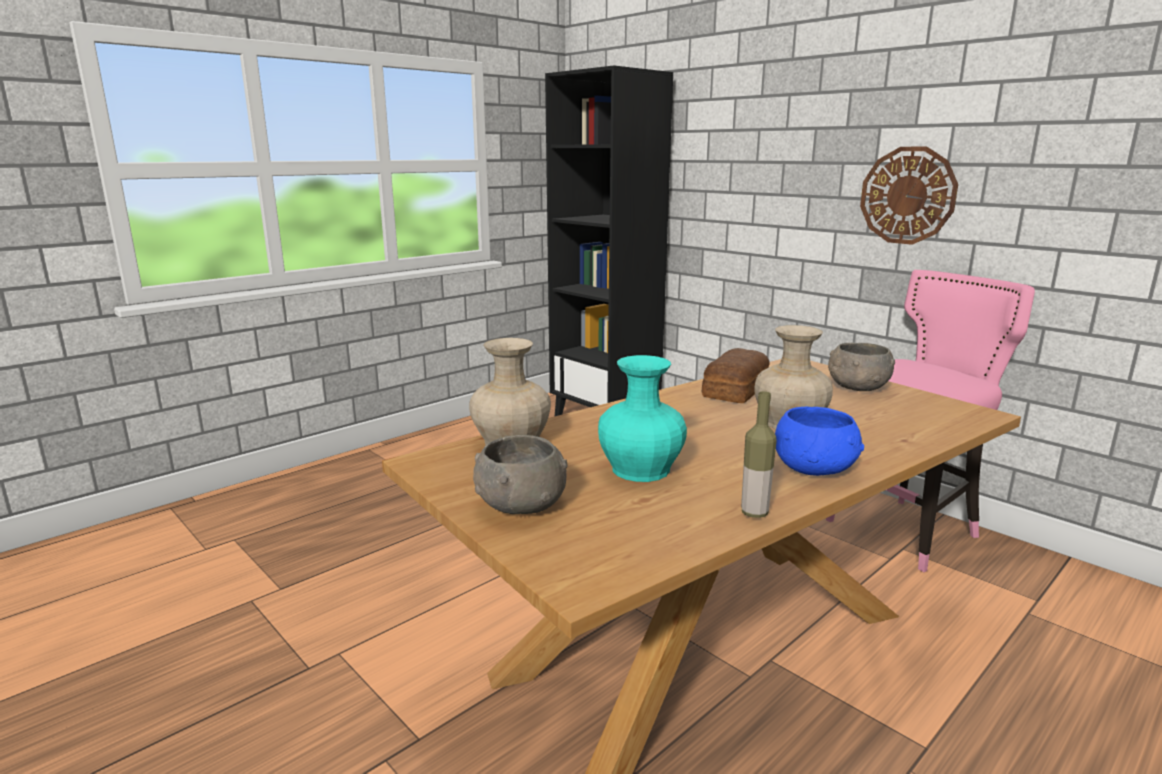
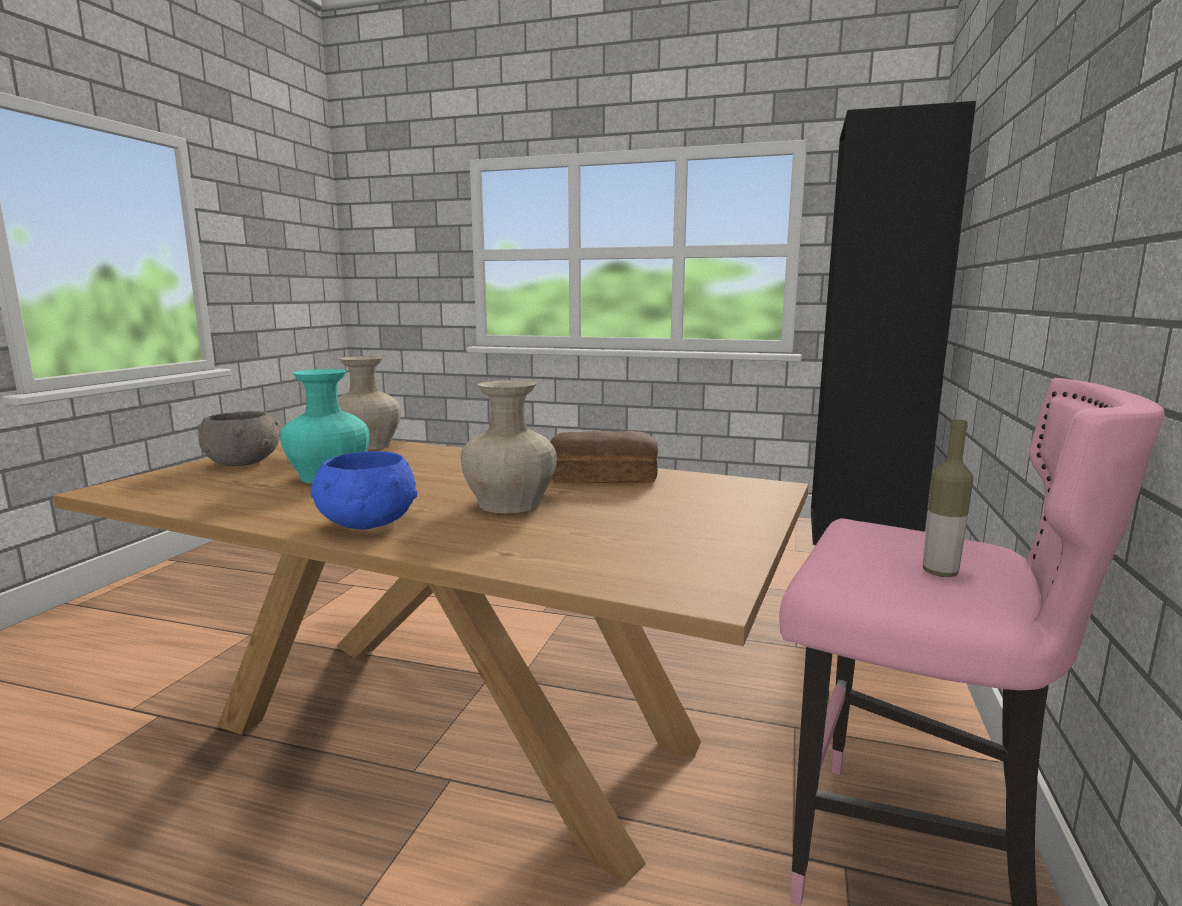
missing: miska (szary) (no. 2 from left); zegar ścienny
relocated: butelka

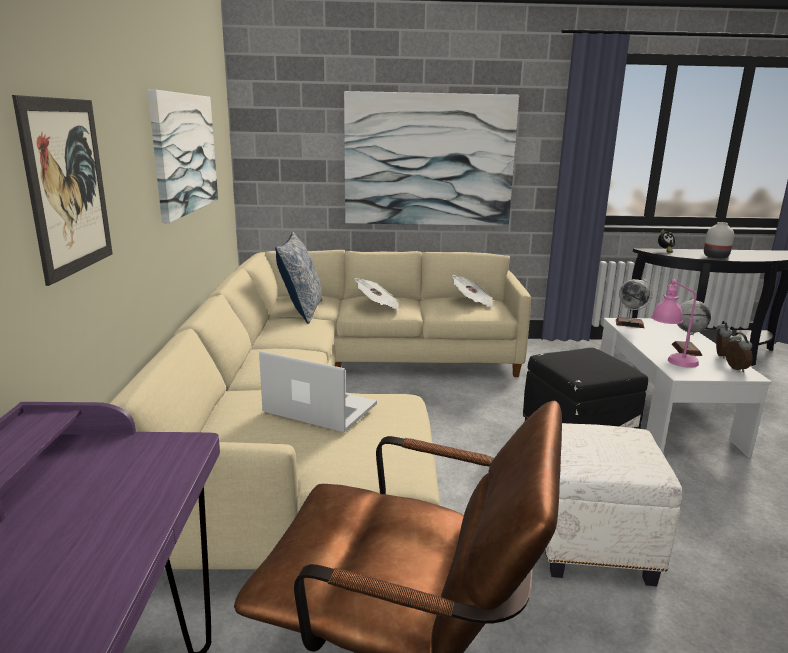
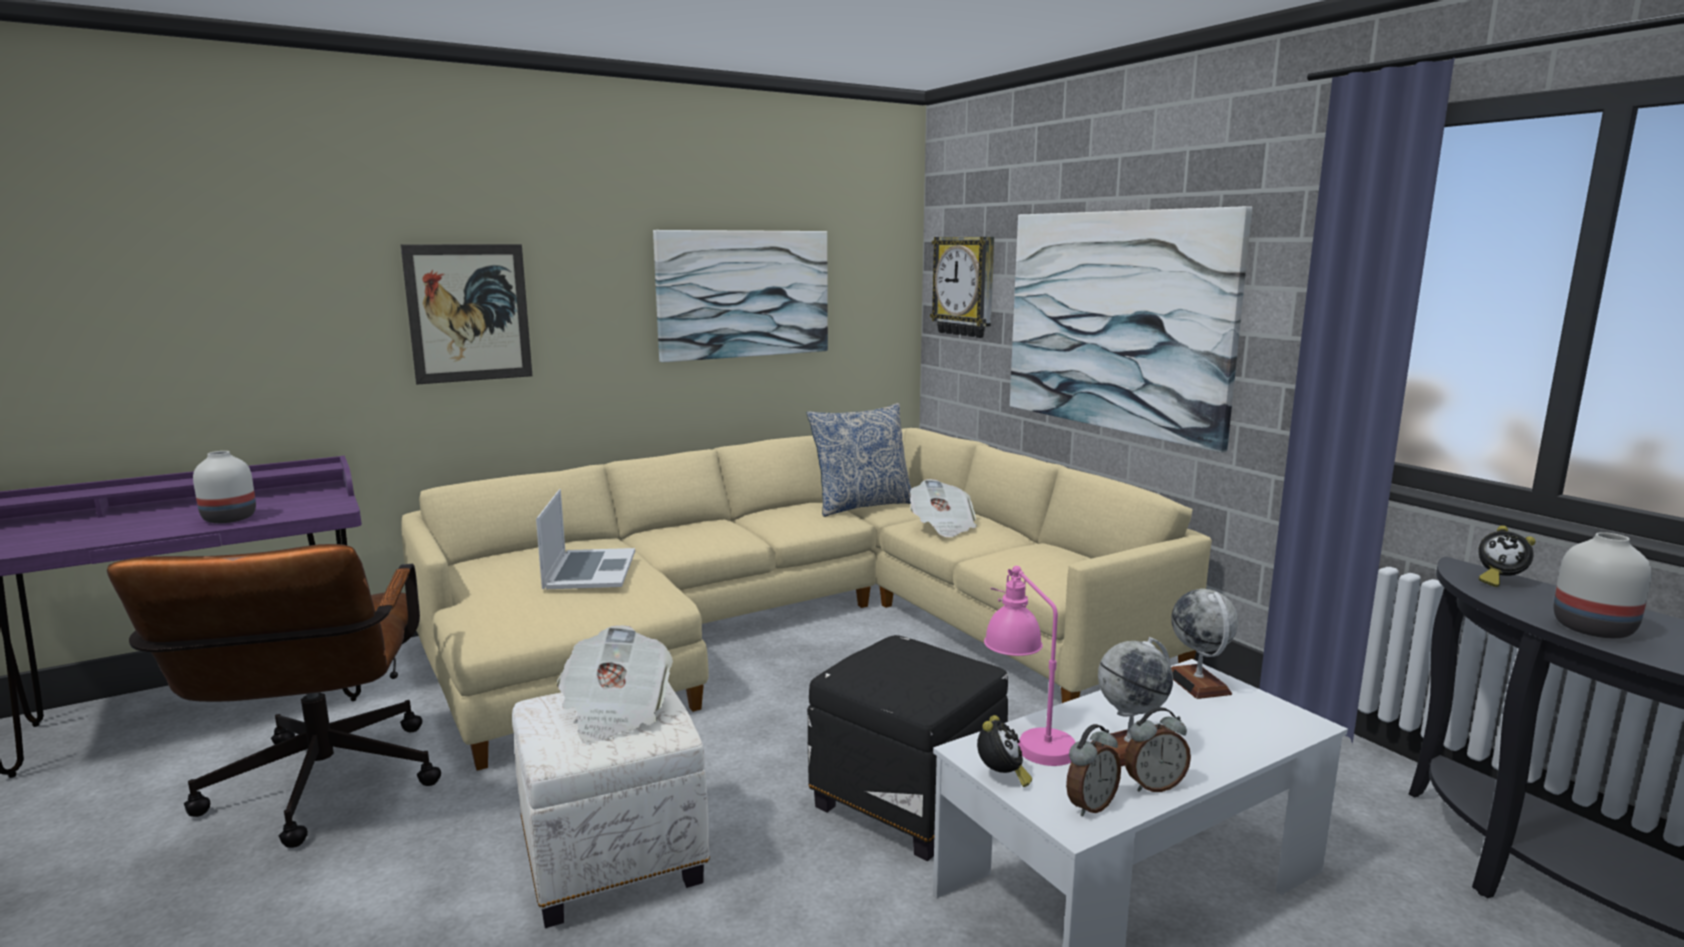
appeared: wazon (biały) (no. 1 from left); zegar ścienny; budzik (no. 1 from left)
relocated: gazeta (no. 2 from left in the first image) to gazeta (no. 1 from left)

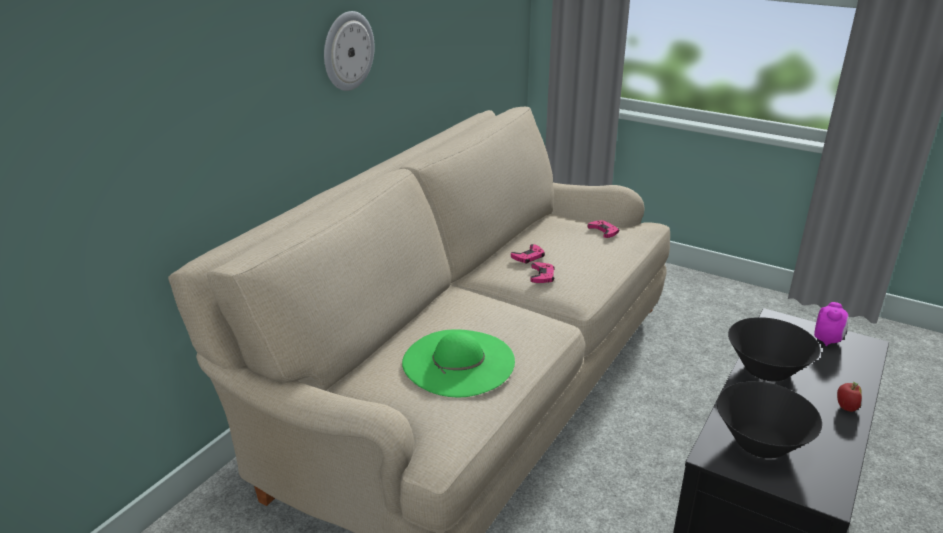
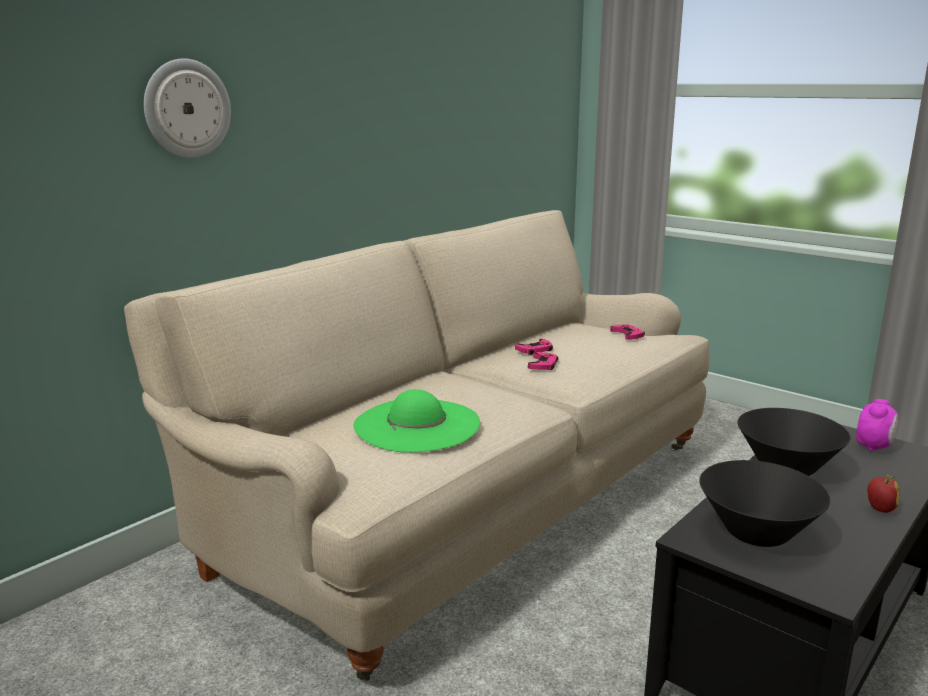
relocated: zegar ścienny

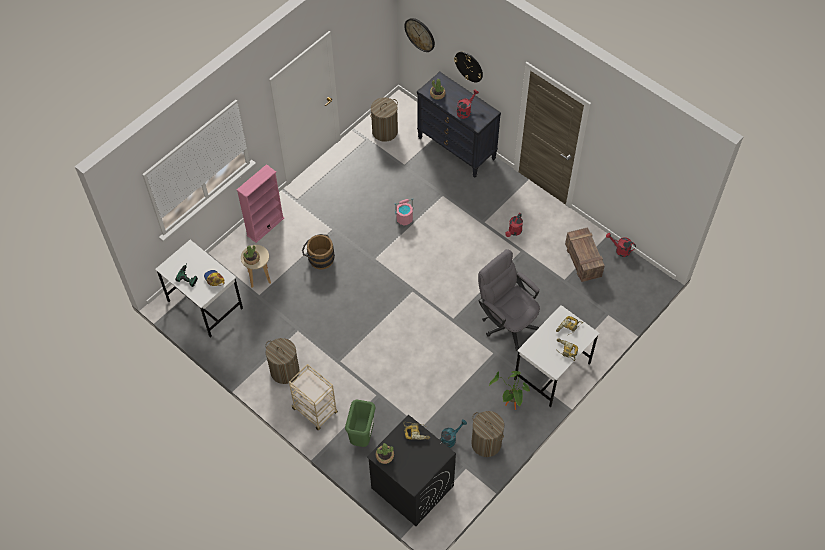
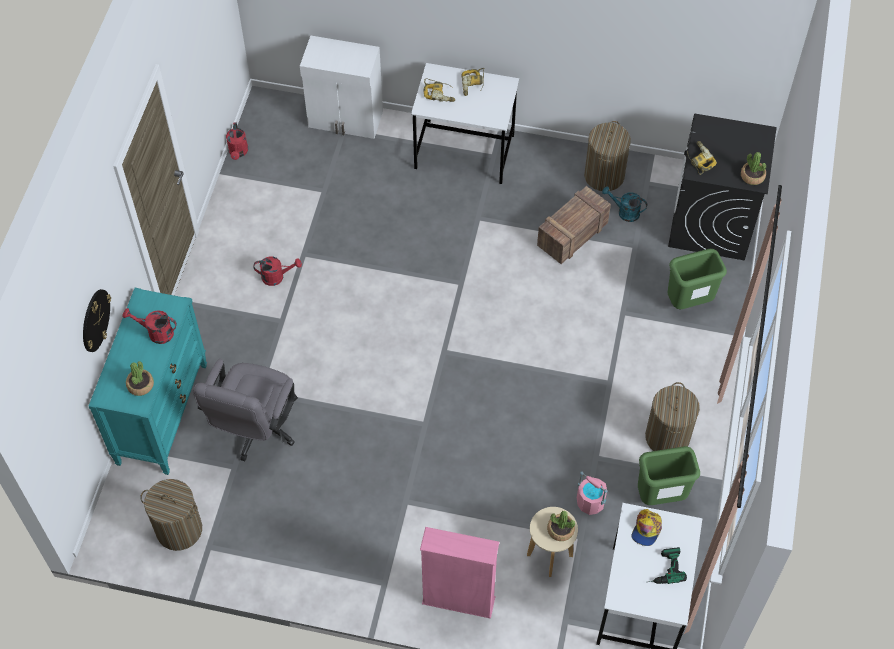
missing: wózek (beżowy); wiadro (brązowy); zegar ścienny (no. 1 from left); roślina doniczkowa (no. 4 from left)
appeared: szafka (biały); kosz na śmieci (zielony) (no. 1 from left)
relocated: wiadro (różowy); krzesło biurowe (szary); skrzynka
colour: komoda (czarny) to komoda (turkusowy)

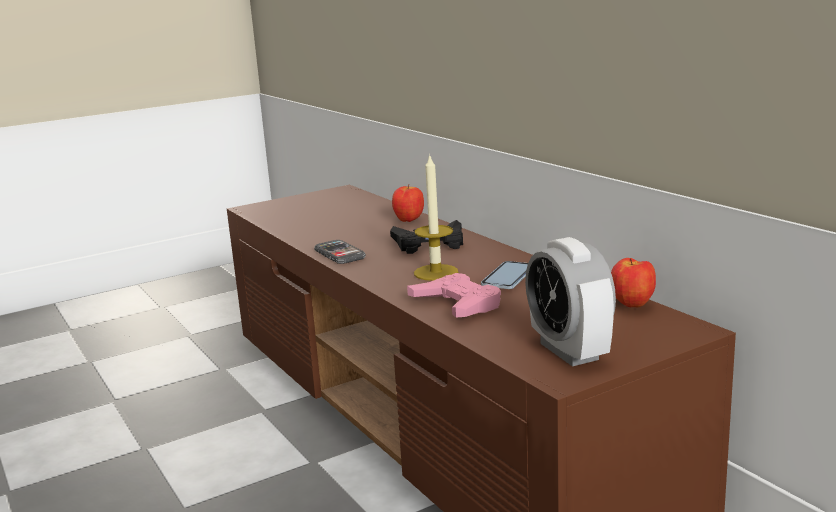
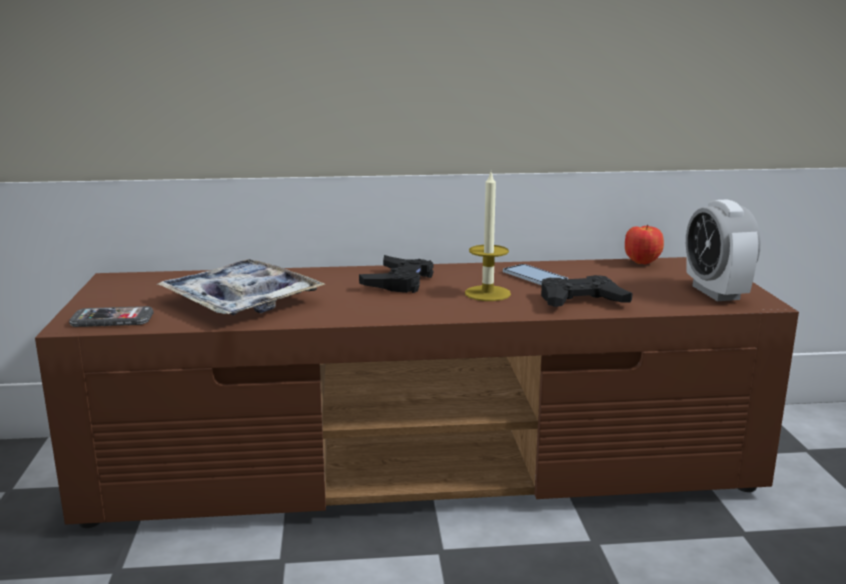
missing: jabłko (no. 1 from left)
appeared: taca
relocated: telefon (no. 1 from left)
colour: pad do gier (różowy) to pad do gier (czarny) (no. 2 from left)
spun: budzik 75 degrees clockwise

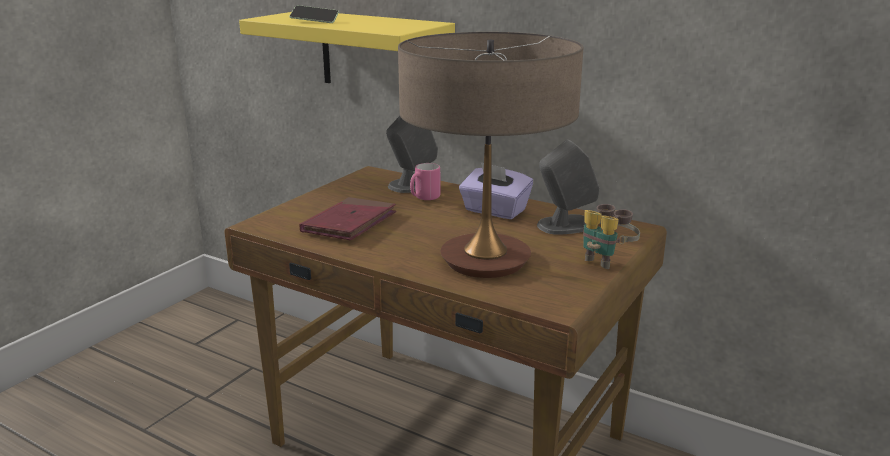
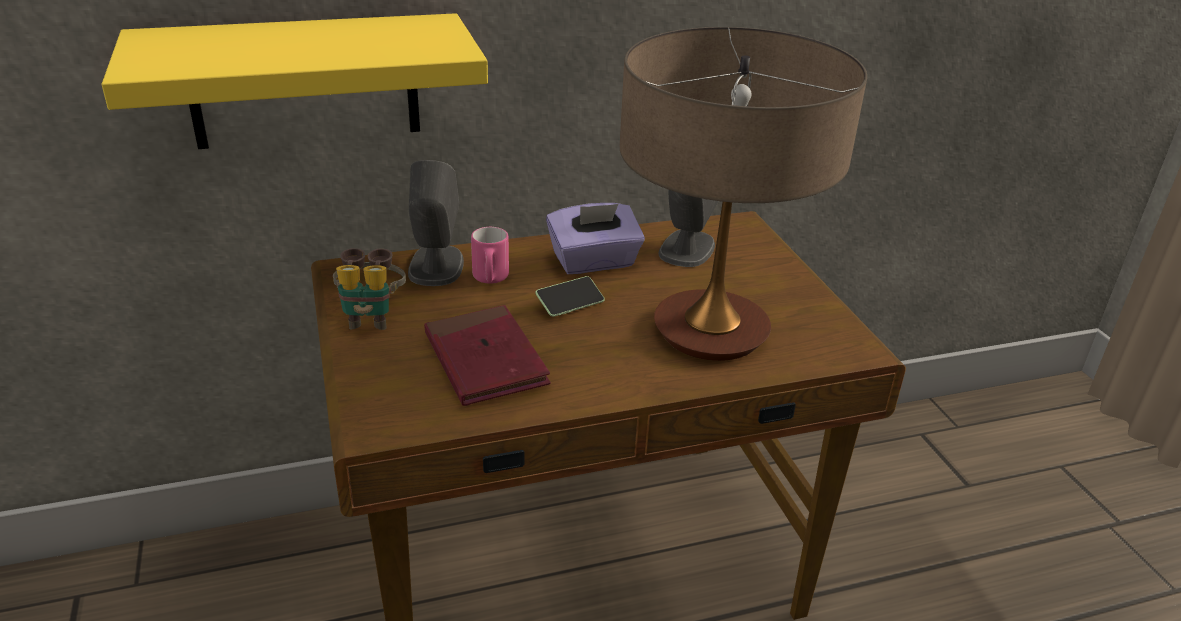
relocated: telefon; lornetka

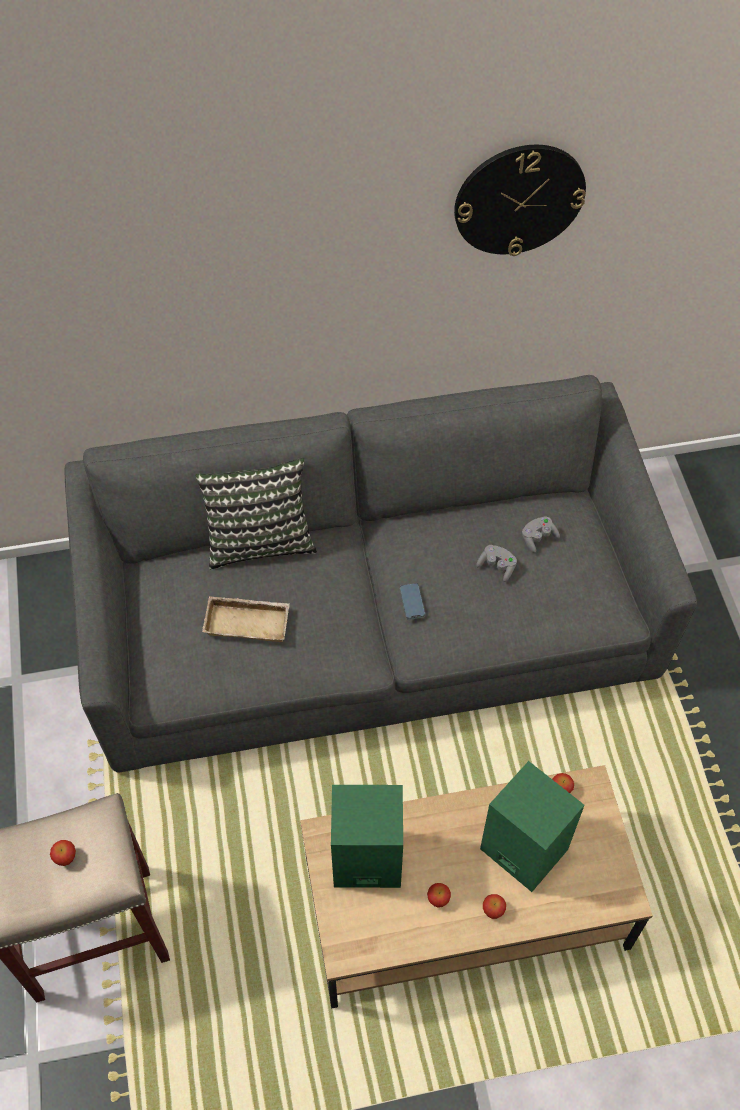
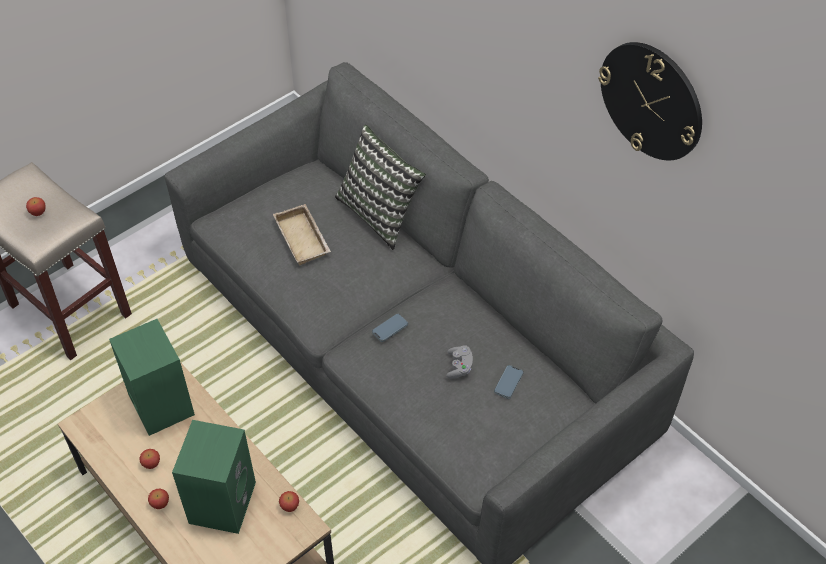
exchanged: pad do gier (szary) (no. 2 from left) to telefon (no. 2 from left)

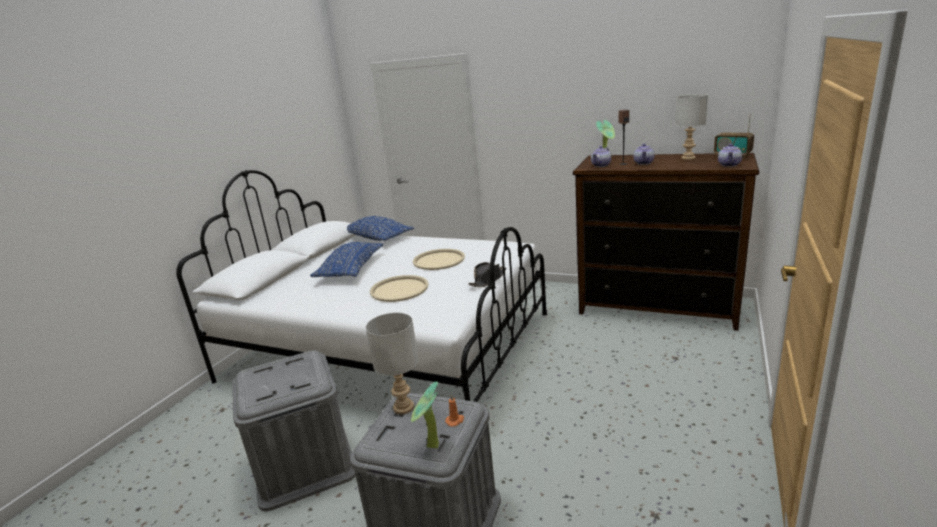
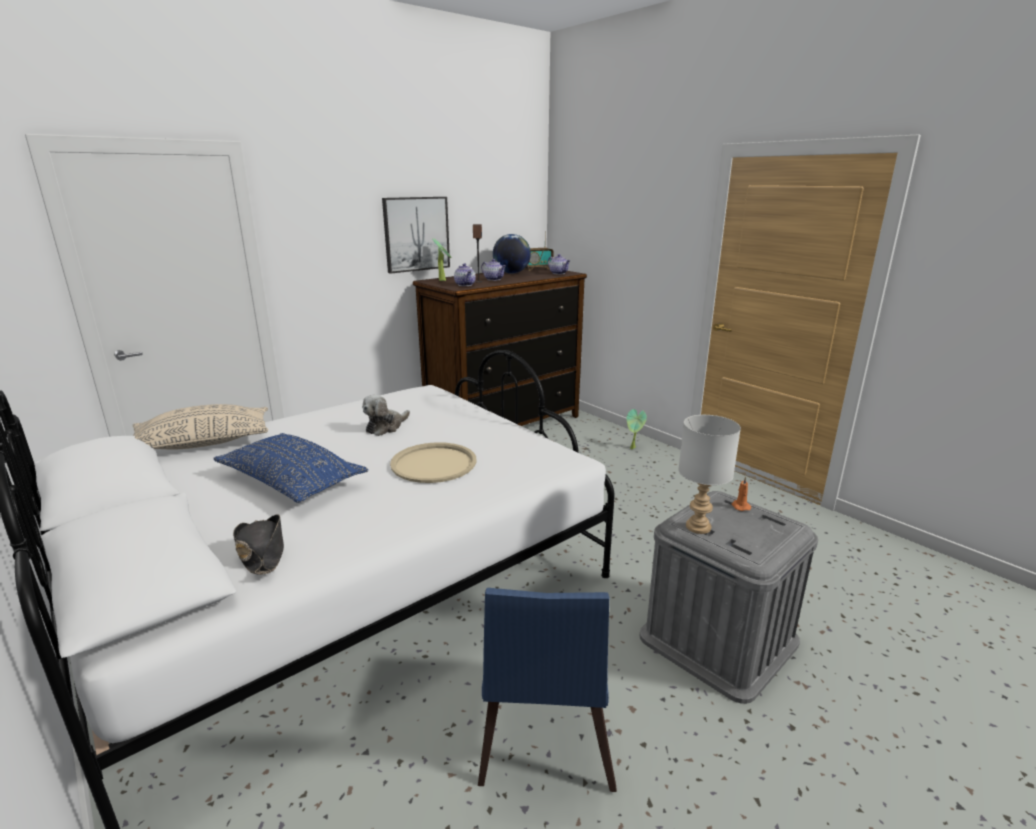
appeared: obraz
relocated: roślina doniczkowa (no. 1 from left in the first image) to roślina doniczkowa (no. 2 from left); kapelusz (czarny)
exchanged: pojemnik do przechowywania (szary) (no. 1 from left) to krzesło (niebieski); taca (beżowy) (no. 2 from left) to pluszak; lampa stołowa (szary) (no. 2 from left) to globus
colour: poduszka (niebieski) (no. 2 from left) to poduszka (beżowy)

